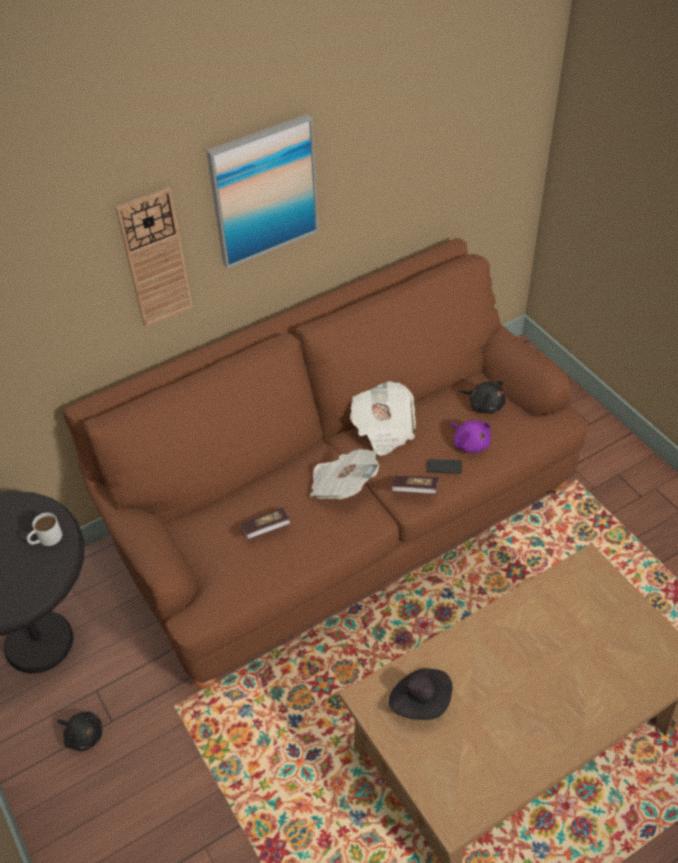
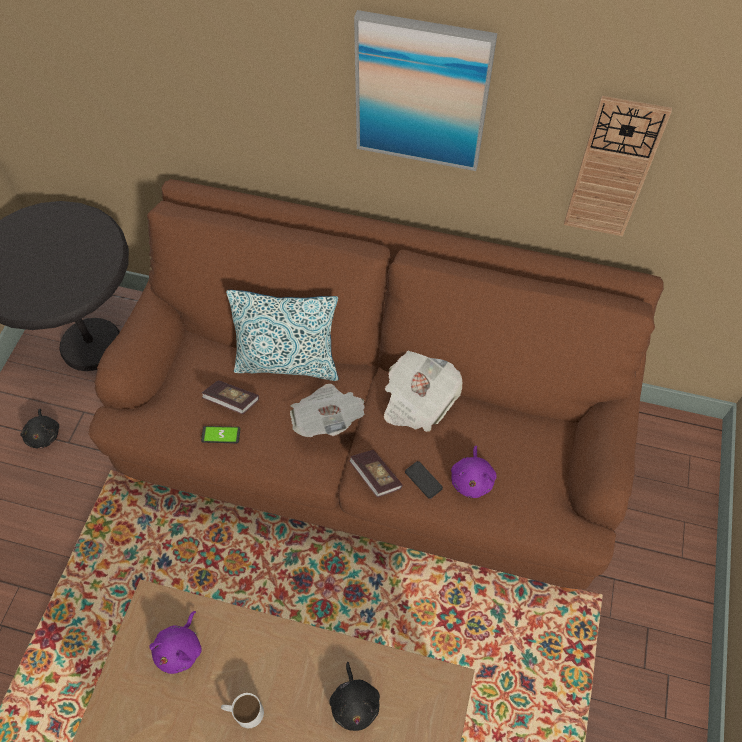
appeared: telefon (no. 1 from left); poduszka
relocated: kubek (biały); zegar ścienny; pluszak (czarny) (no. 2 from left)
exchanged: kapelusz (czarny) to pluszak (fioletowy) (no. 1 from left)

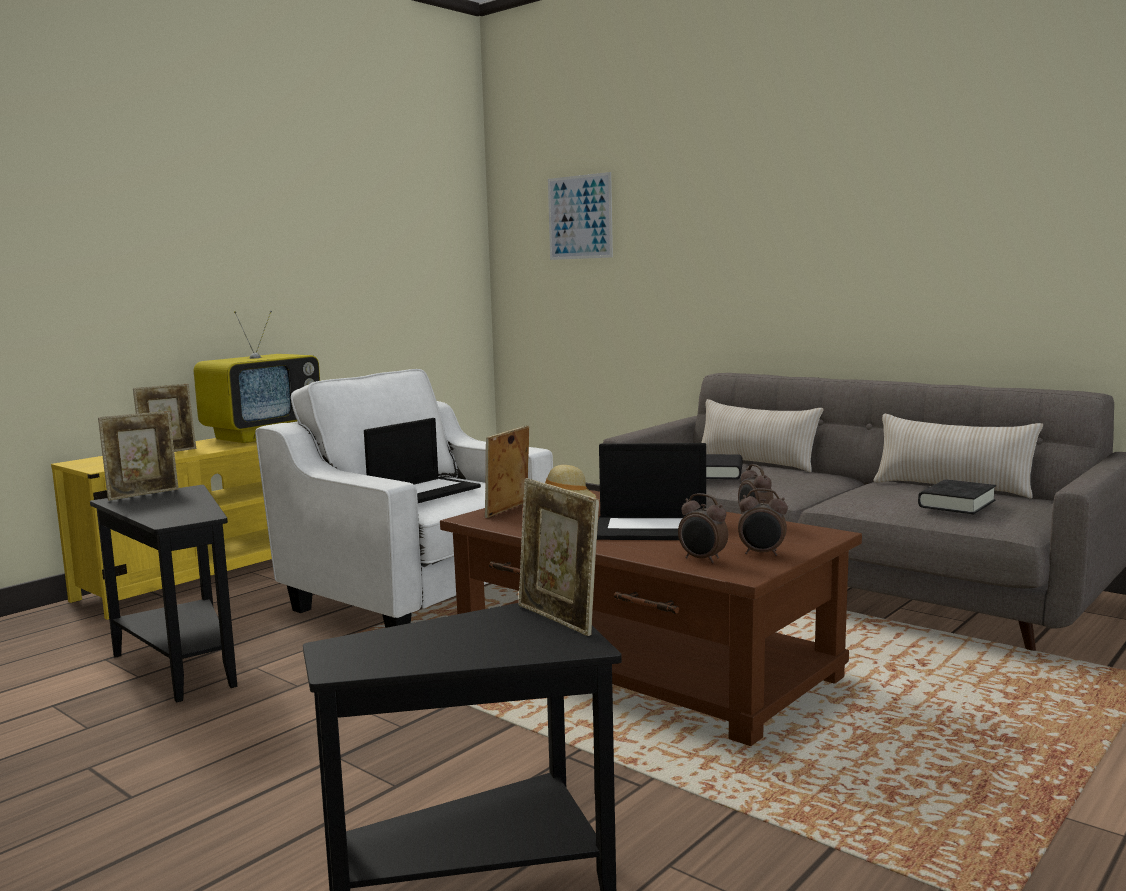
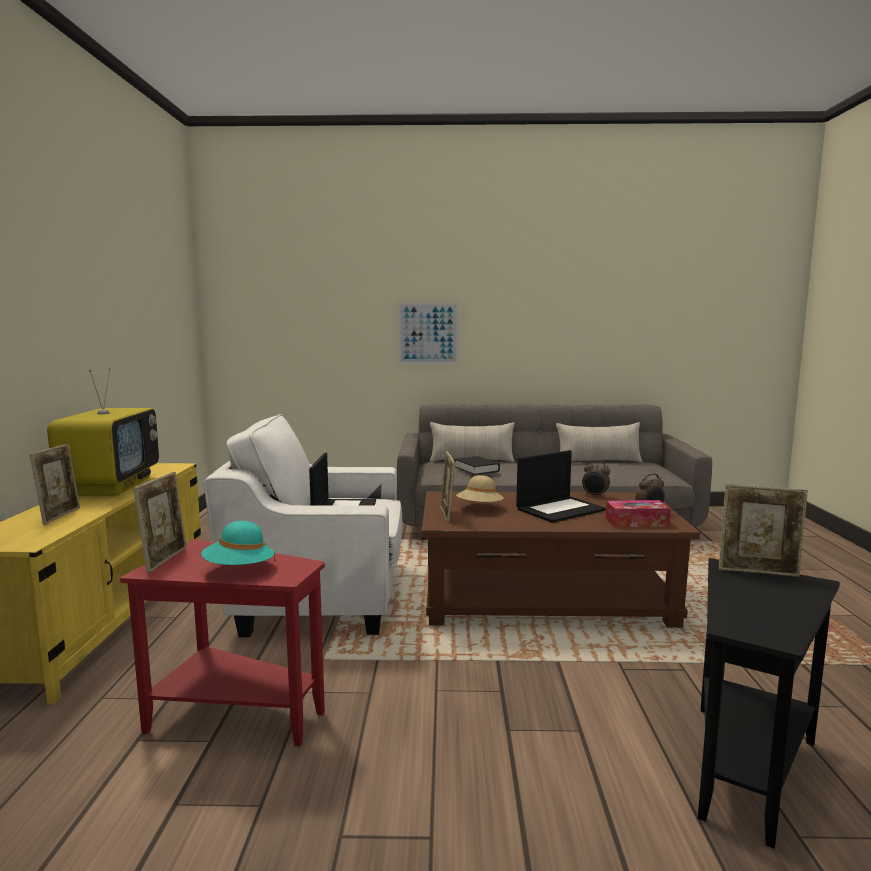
missing: książka (czarny) (no. 2 from left)
appeared: kapelusz (turkusowy)
relocated: obraz
exchanged: budzik (no. 1 from left) to pudełko chusteczek
colour: stolik (czarny) (no. 1 from left) to stolik (czerwony)

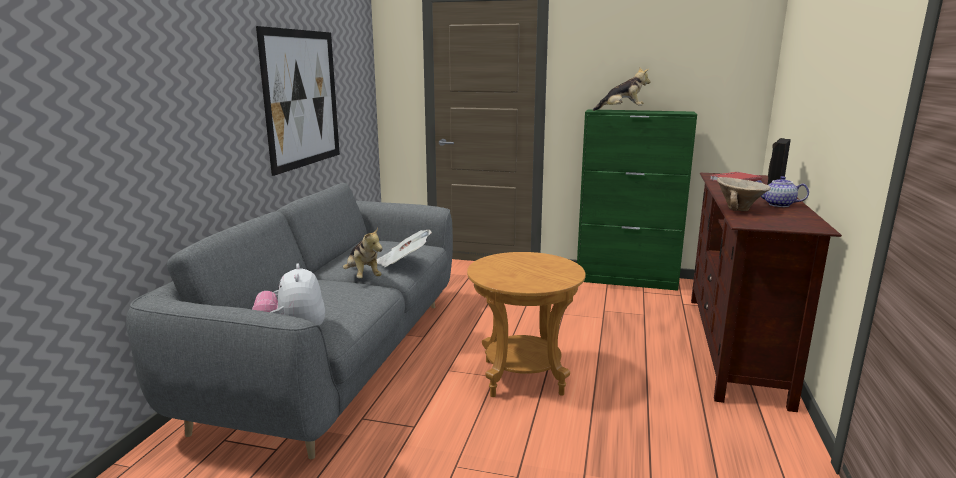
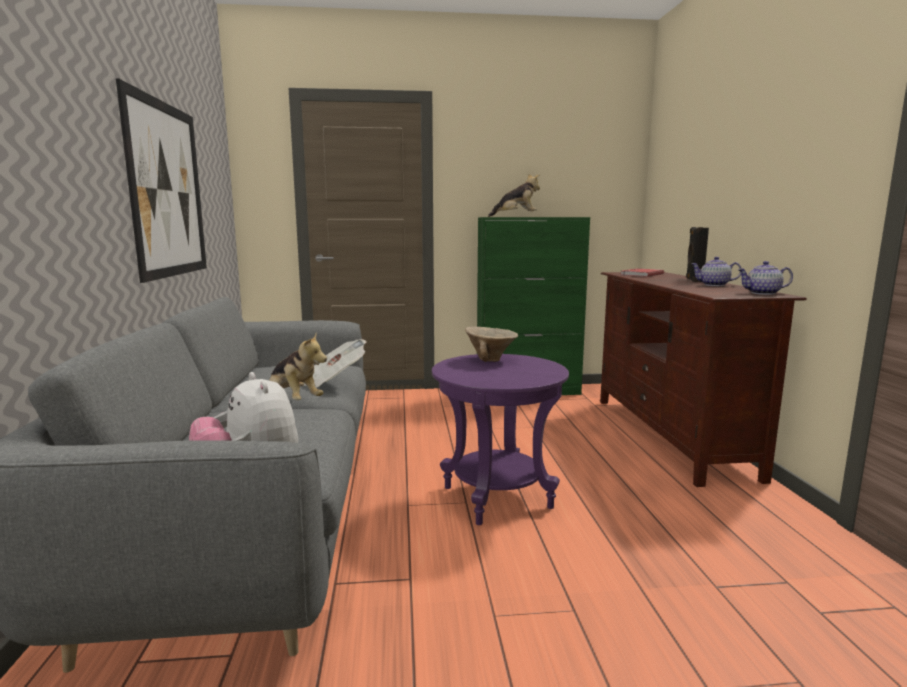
appeared: imbryk (no. 2 from left)
relocated: miska (beżowy)
colour: stolik (brązowy) to stolik (fioletowy)

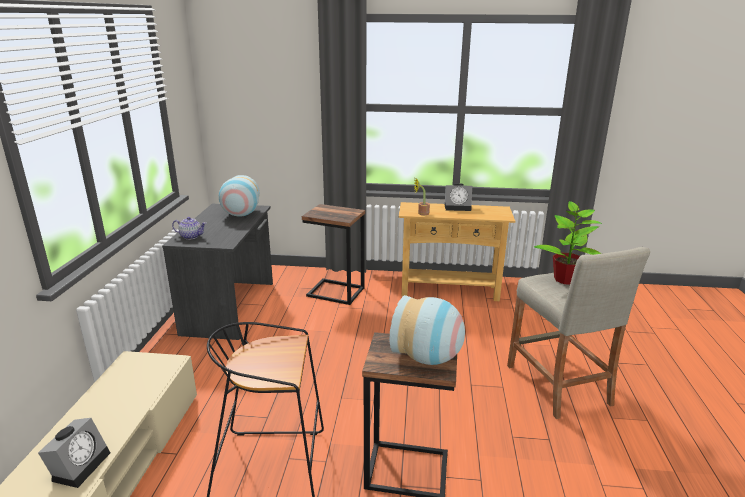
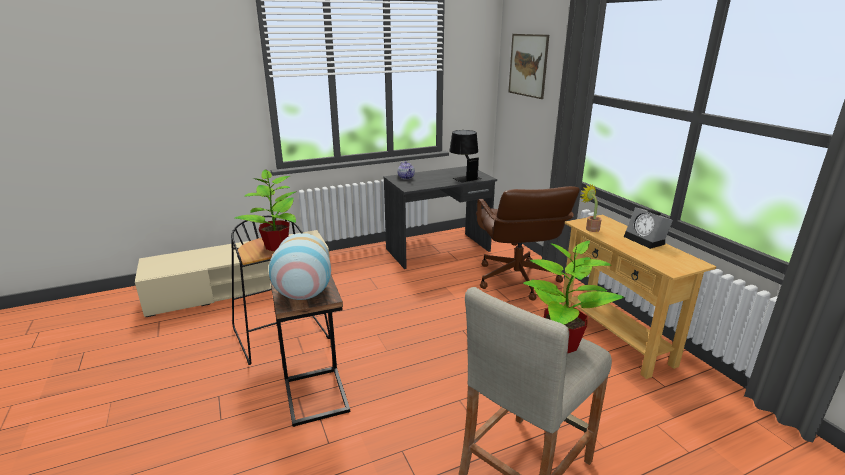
missing: budzik (no. 1 from left)
appeared: roślina doniczkowa (no. 1 from left); obraz
exchanged: wazon (no. 1 from left) to lampa stołowa (czarny); stolik (no. 1 from left) to krzesło biurowe (brązowy)

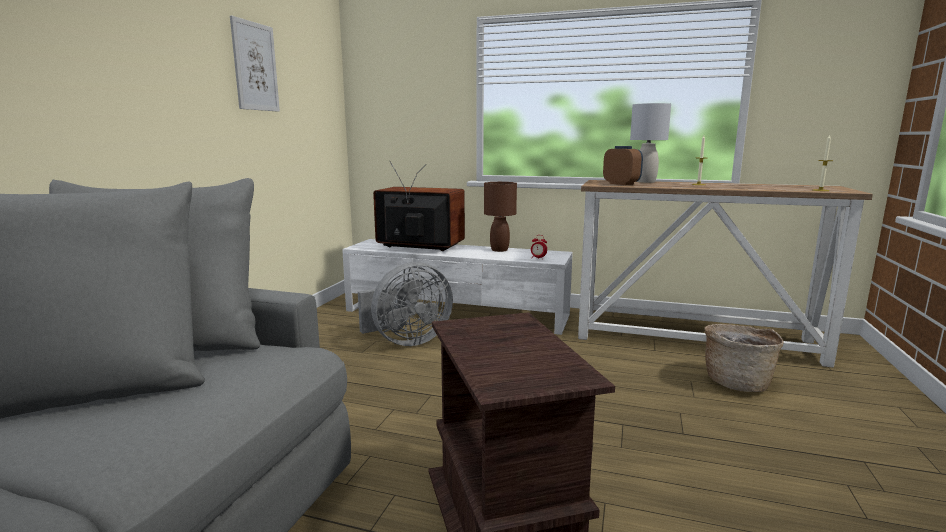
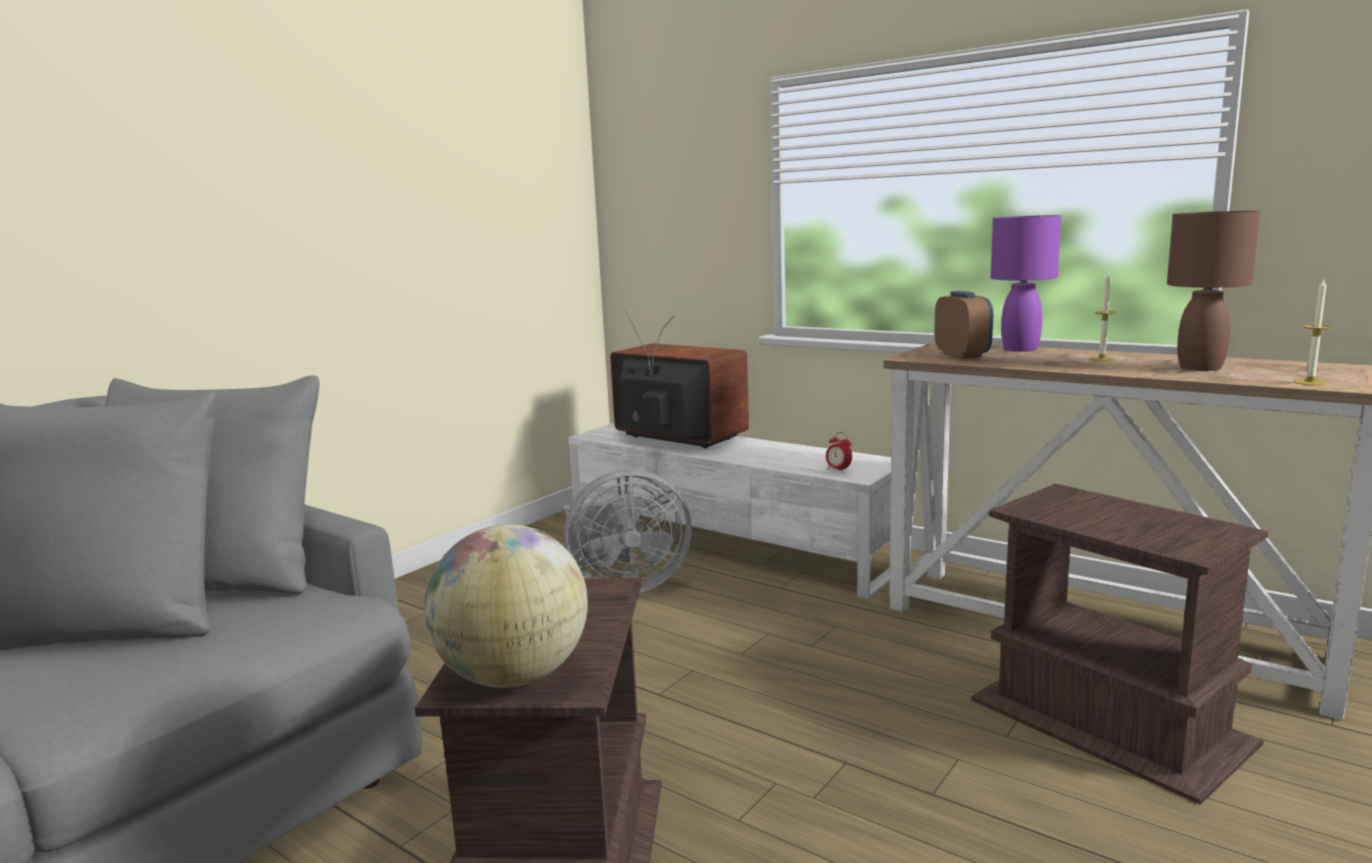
missing: obraz
appeared: globus
relocated: lampa stołowa (brązowy)
exchanged: koszyk to stolik (brązowy) (no. 2 from left)
colour: lampa stołowa (szary) to lampa stołowa (fioletowy)

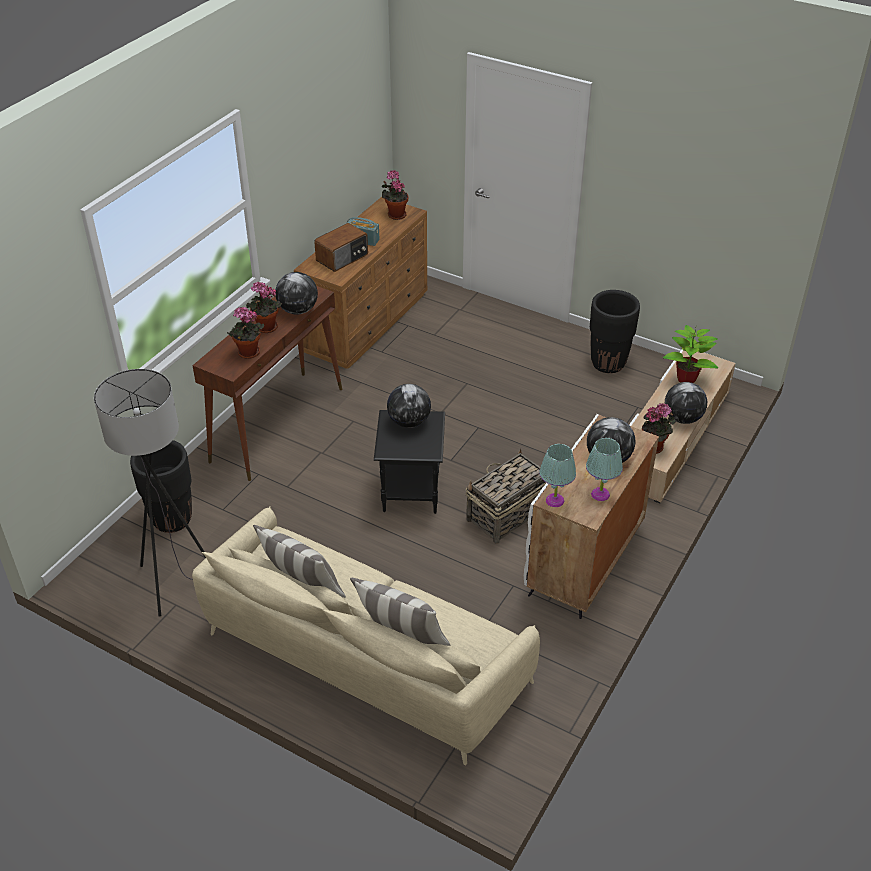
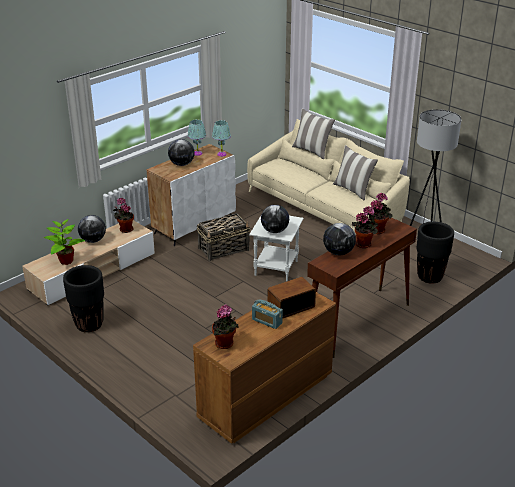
colour: stolik (czarny) to stolik (biały)

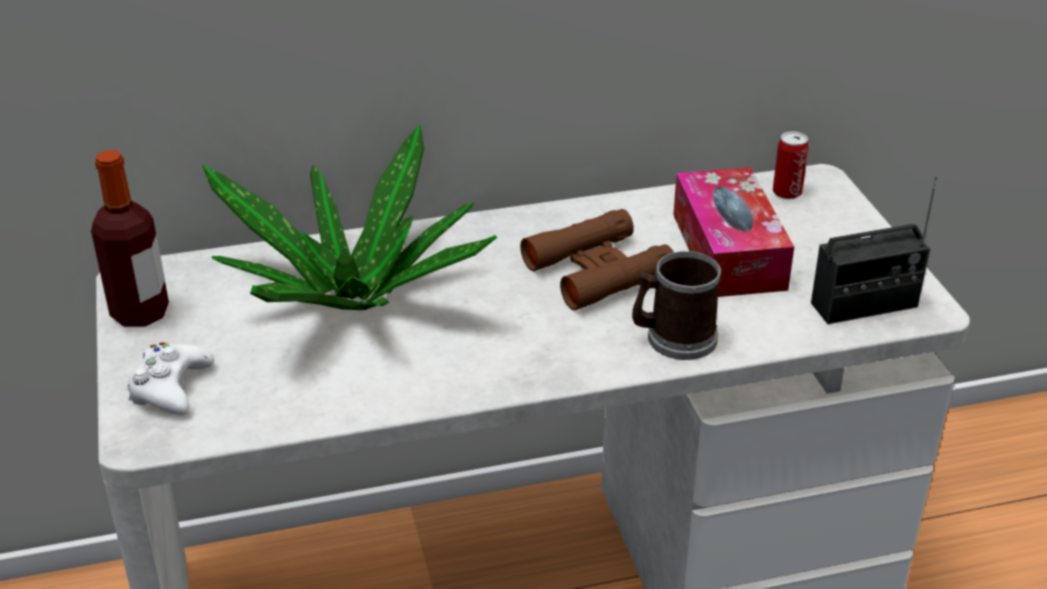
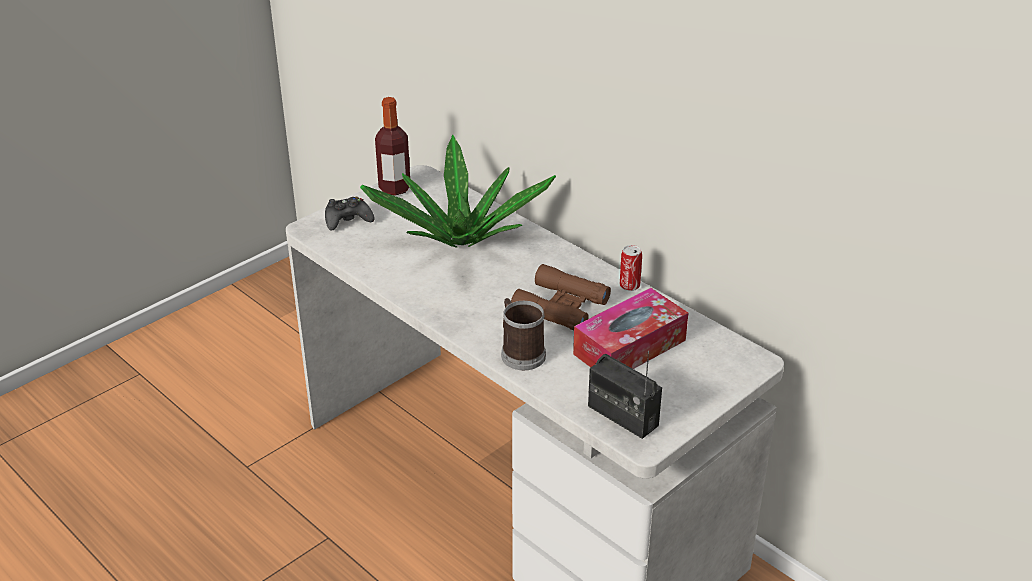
relocated: puszka
colour: pad do gier (biały) to pad do gier (czarny)

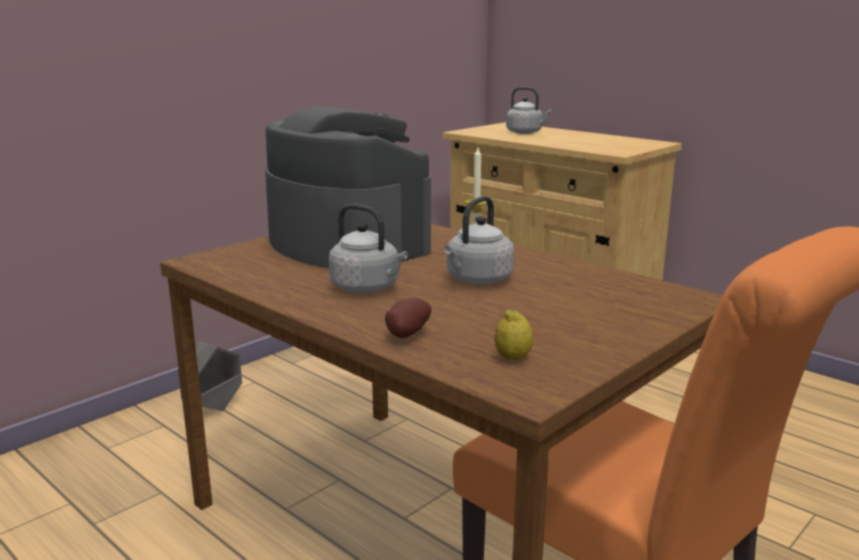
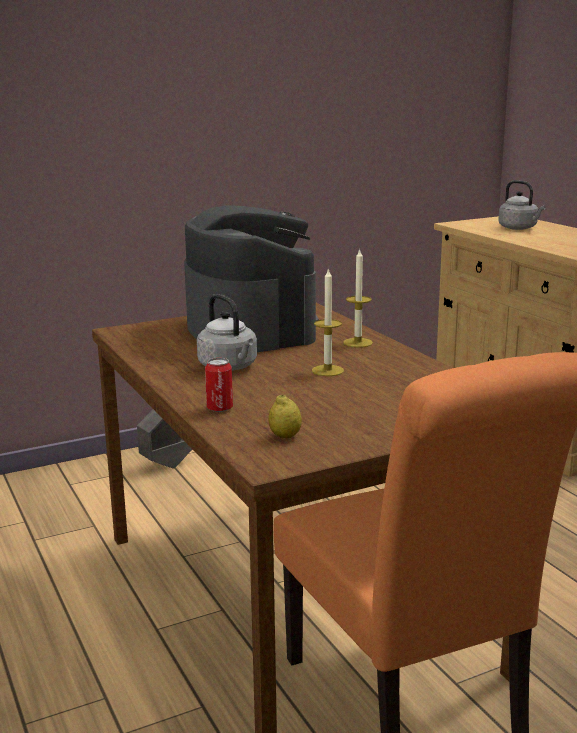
exchanged: ziemniak to puszka; czajnik (szary) (no. 2 from left) to świeca (no. 1 from left)

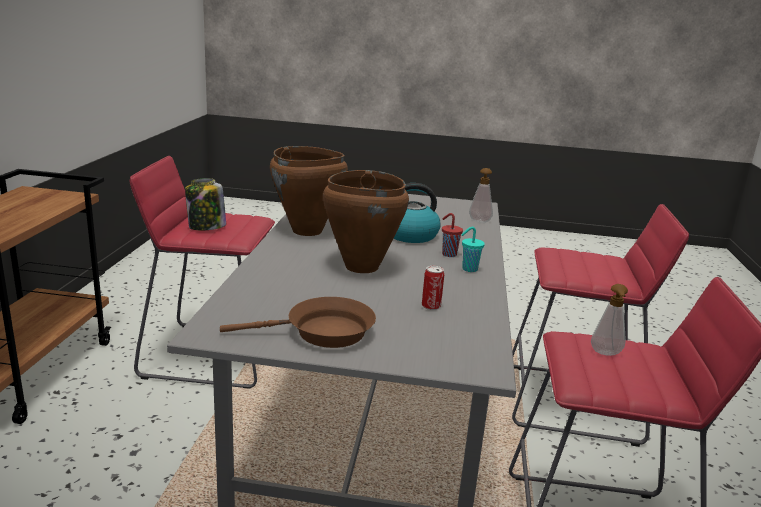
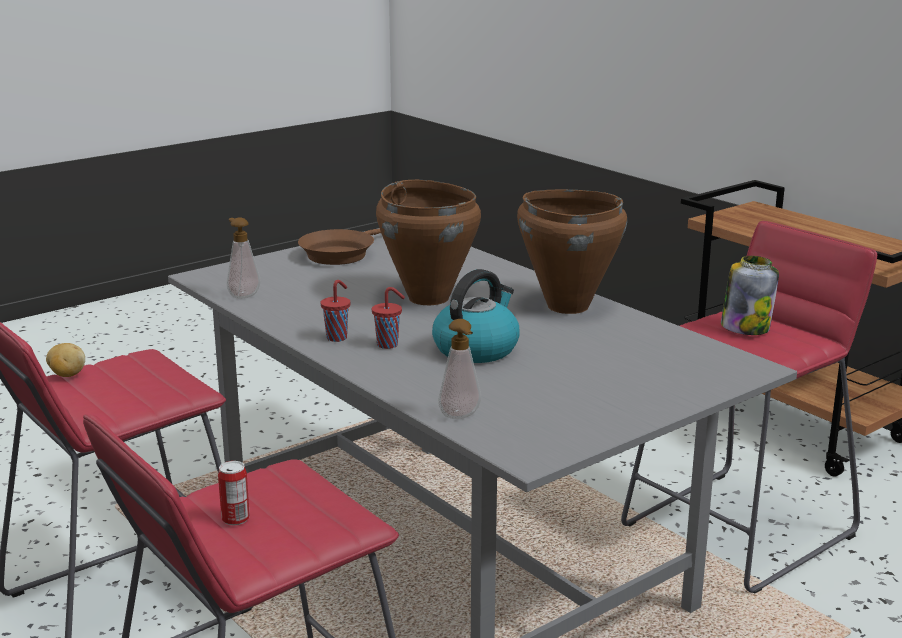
appeared: ziemniak
relocated: puszka; dozownik mydła (no. 2 from left in the first image) to dozownik mydła (no. 1 from left)
colour: filiżanka (turkusowy) to filiżanka (czerwony) (no. 1 from left)

